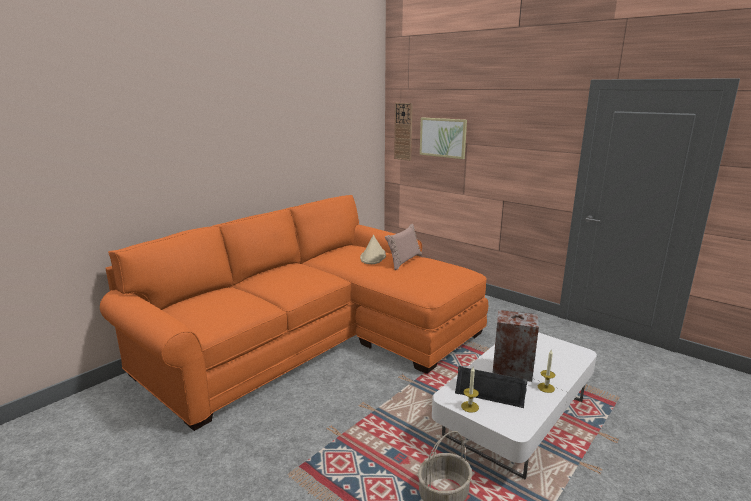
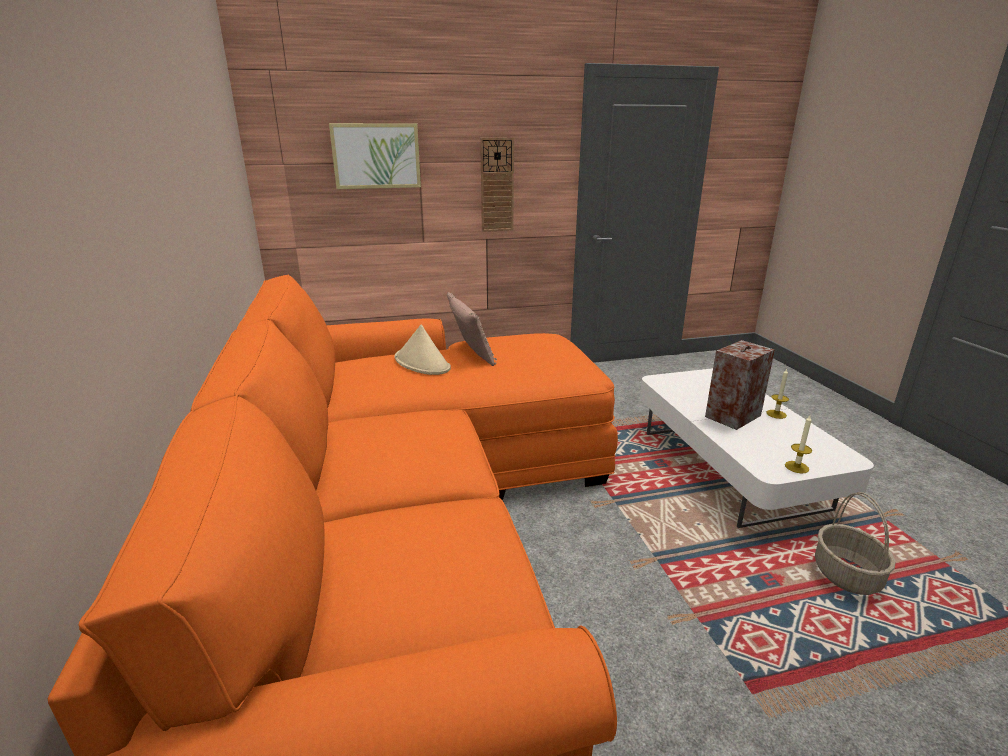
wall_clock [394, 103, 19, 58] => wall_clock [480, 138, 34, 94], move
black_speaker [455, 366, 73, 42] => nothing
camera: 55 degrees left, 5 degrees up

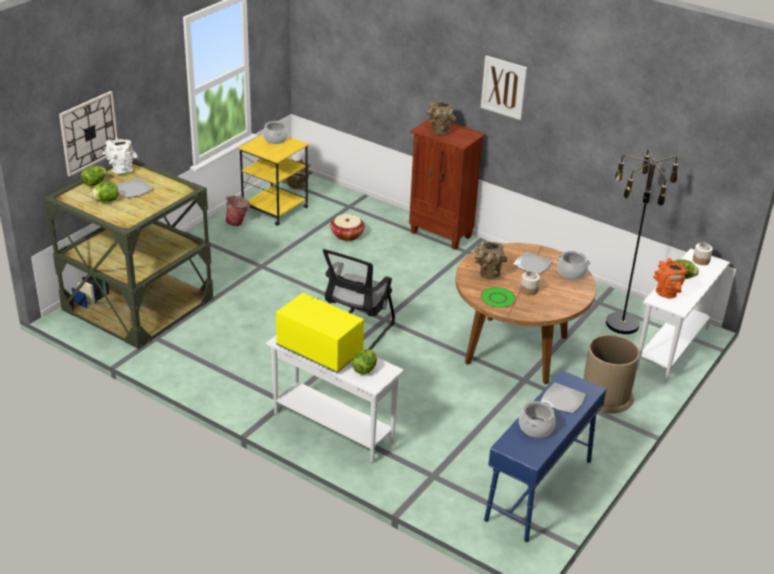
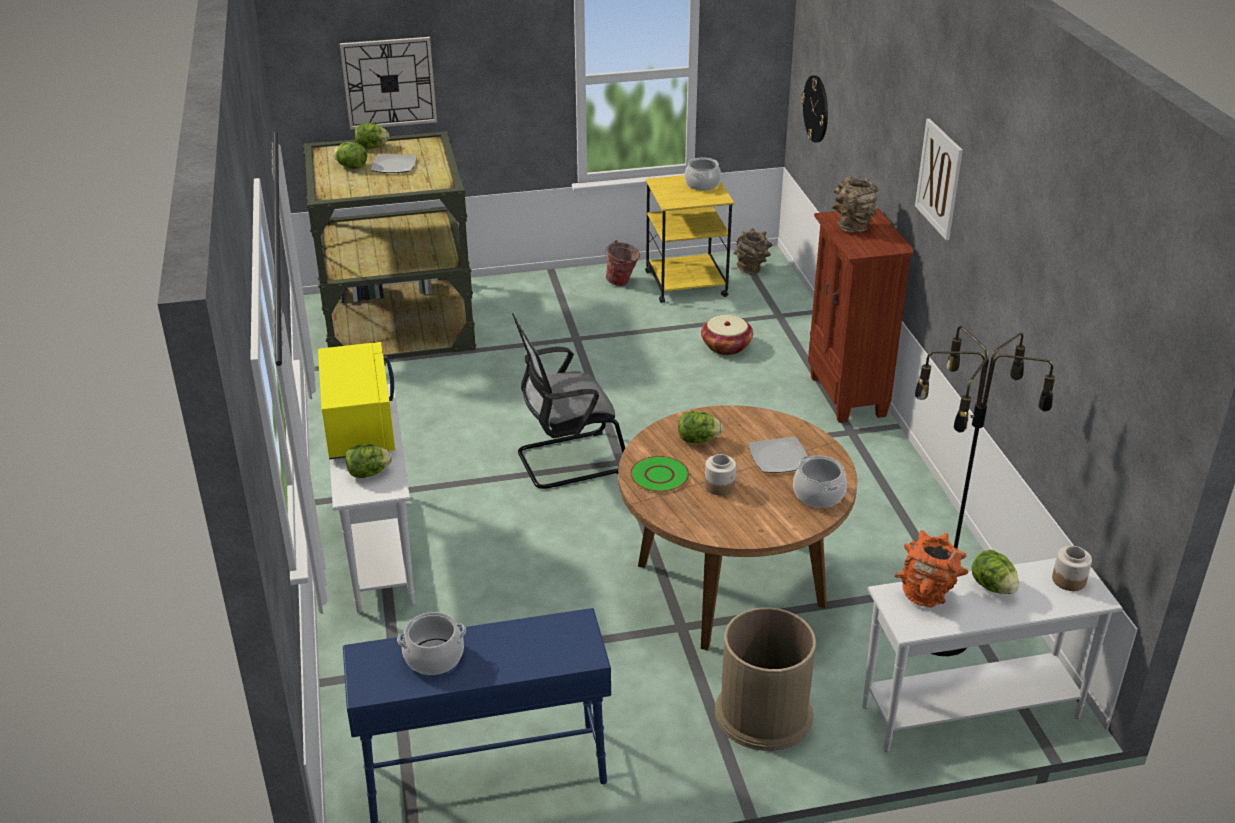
white_vase [103, 137, 35, 38] => nothing
brown_vase [474, 240, 33, 39] => lettuce [678, 411, 45, 32]
plate [541, 383, 45, 30] => nothing
nothing => wall_clock [801, 75, 27, 68]
camera: 45 degrees right, 0 degrees up

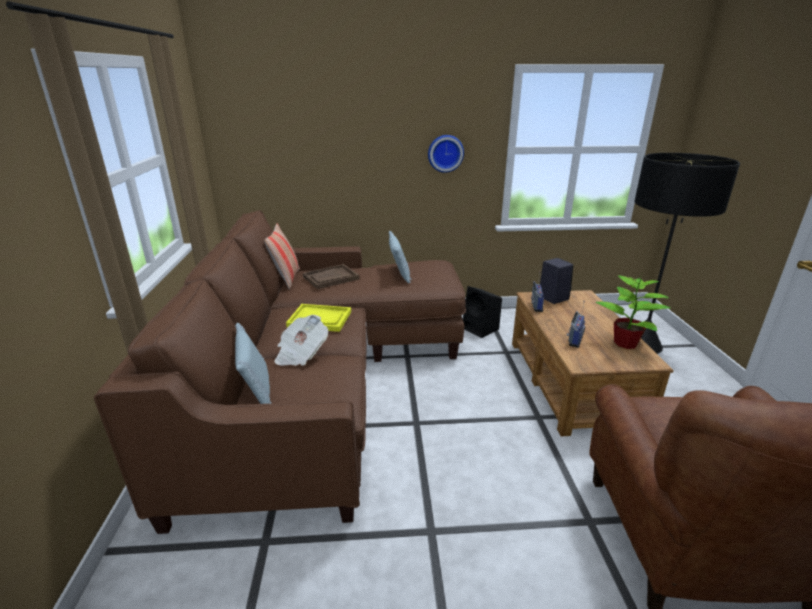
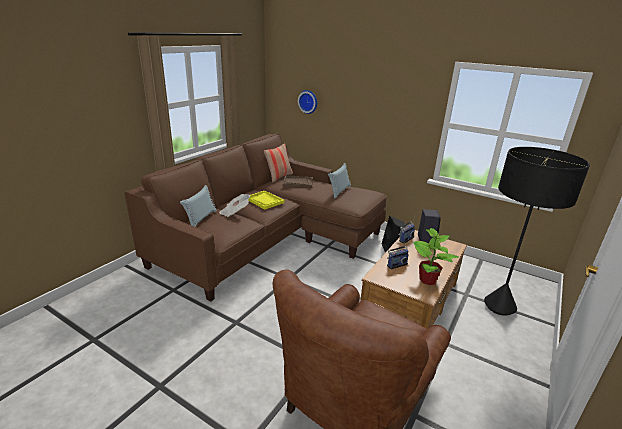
wall_clock [428, 135, 36, 38] => wall_clock [298, 90, 19, 24], move
camera: 35 degrees right, 0 degrees up

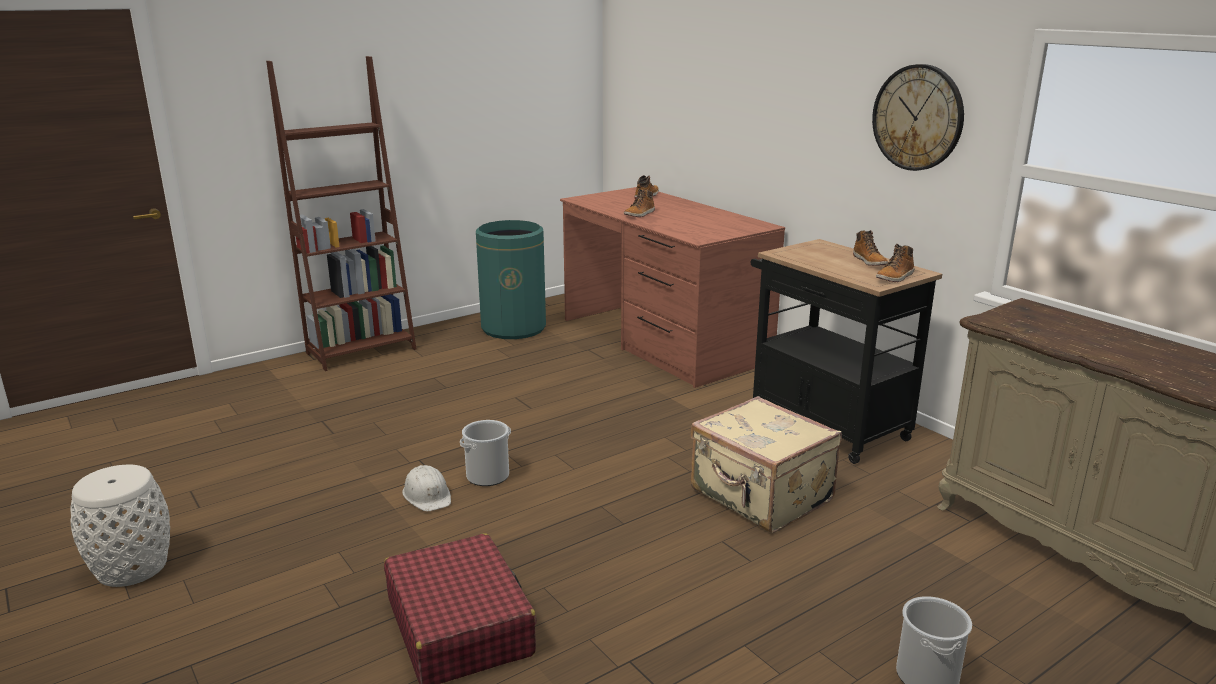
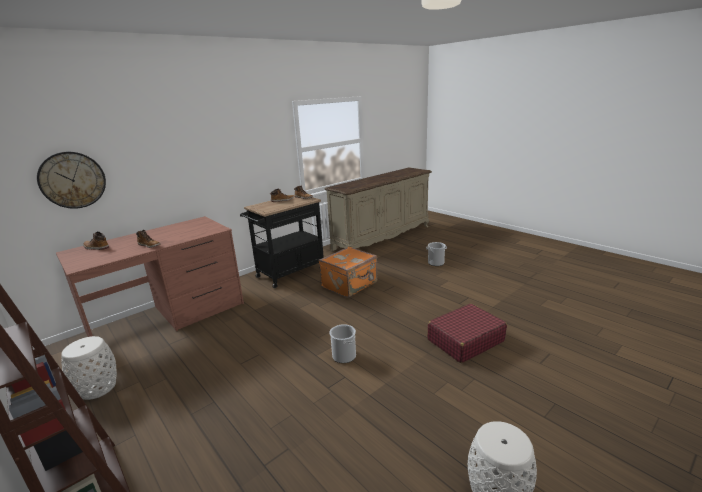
white_hard_hat [402, 465, 49, 46] => nothing
green_trash_can [476, 220, 70, 119] => white_stool [61, 336, 56, 64]
beige_suitcase [690, 396, 152, 137] => orange_suitcase [319, 246, 58, 52]
wall_clock [872, 64, 92, 107] => wall_clock [37, 152, 69, 57], move
camera: 95 degrees left, 0 degrees up

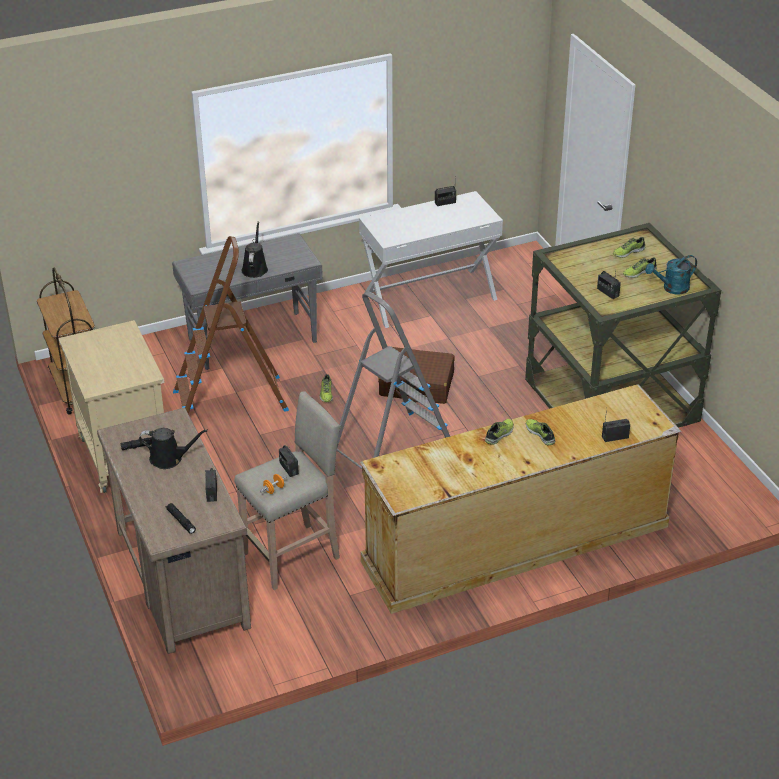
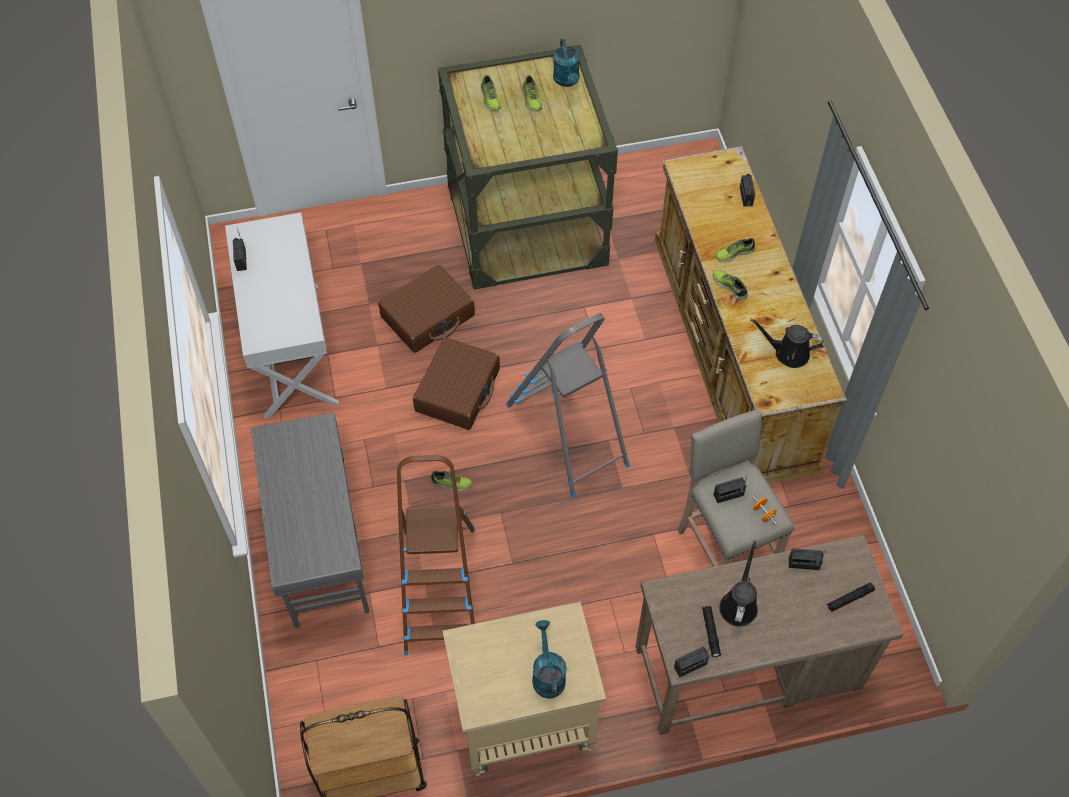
black_watering_can [242, 222, 26, 56] => black_watering_can [750, 318, 73, 50], move
radio [597, 271, 24, 28] => radio [674, 646, 36, 31], move
nothing => brown_suitcase [378, 264, 97, 89]
nothing => turquoise_watering_can [532, 620, 34, 79]
camera: 80 degrees left, 20 degrees up

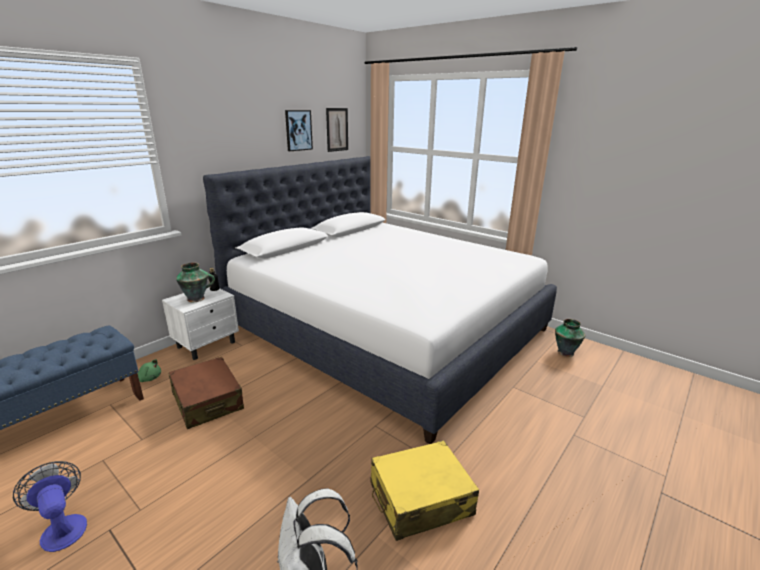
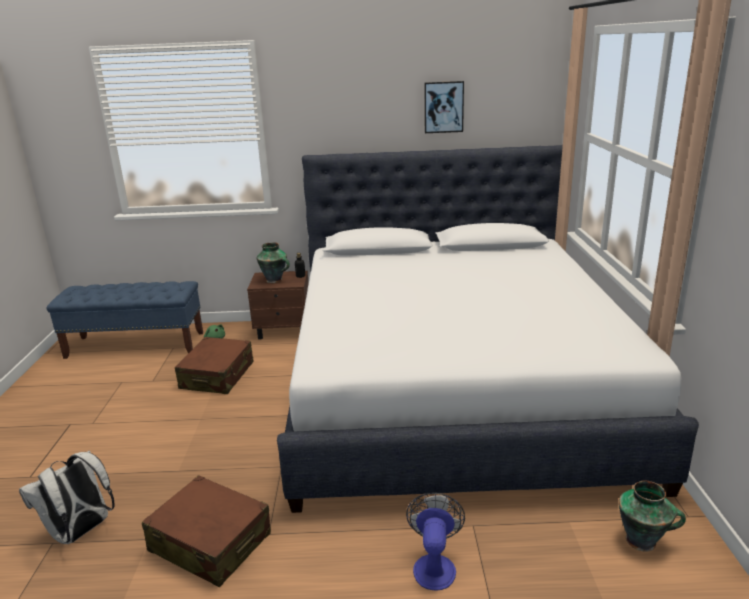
fan [13, 461, 74, 91] => fan [406, 493, 59, 98], move
white_nightstand [162, 287, 77, 73] => brown_nightstand [247, 271, 62, 69]
picture [326, 108, 22, 44] => nothing
yellow_suitcase [371, 440, 108, 101] => brown_suitcase [142, 475, 129, 112]
camera: 50 degrees right, 0 degrees up

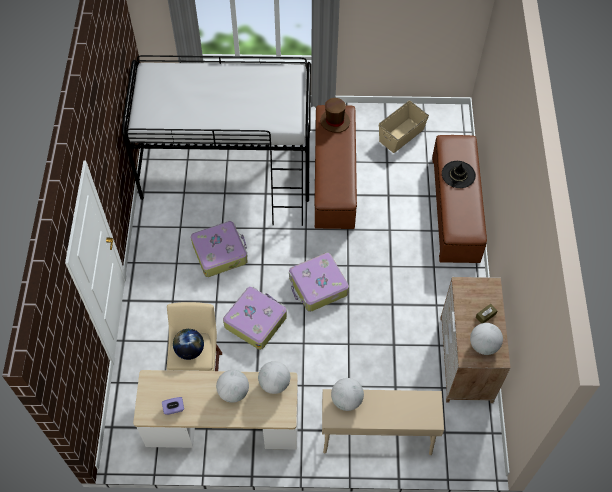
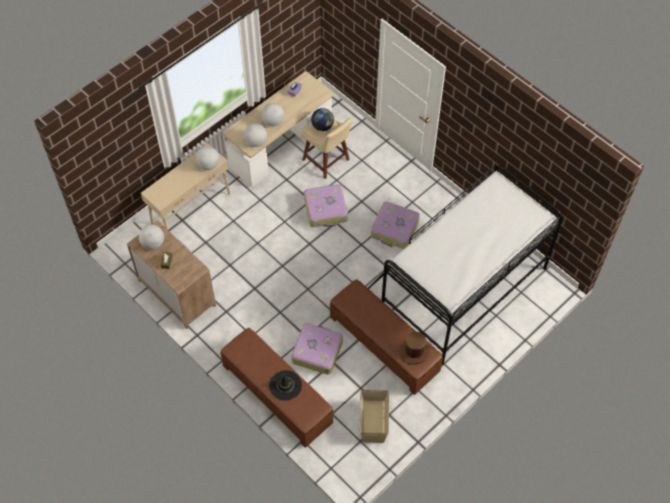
suitcase [289, 253, 60, 59] => suitcase [291, 323, 52, 52], move
camera: 135 degrees right, 0 degrees up

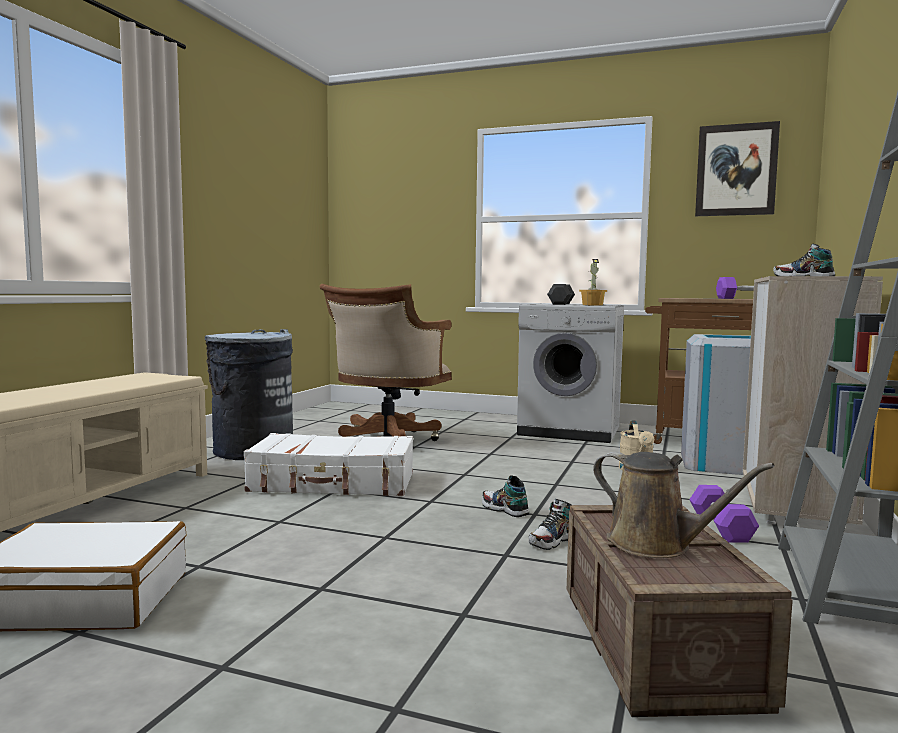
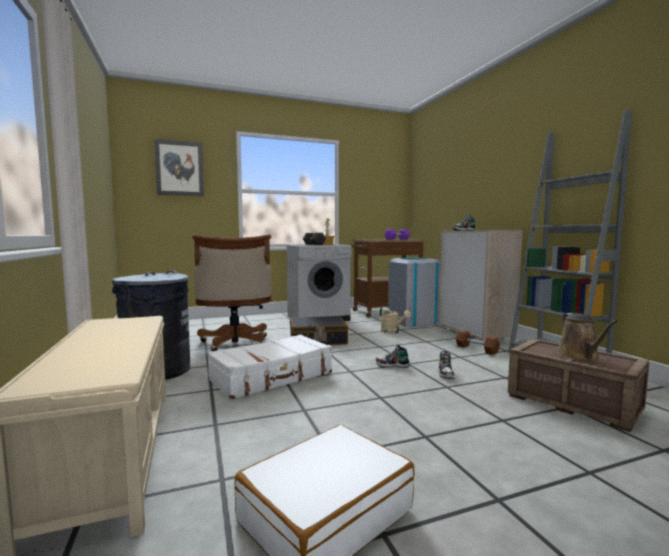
brown_watering_can [593, 452, 182, 106] => brown_watering_can [557, 313, 61, 48], 90 degrees clockwise
purple_dumbbell [689, 485, 70, 58] => brown_dumbbell [456, 330, 44, 25]
picture [695, 121, 85, 95] => picture [154, 139, 50, 58], move
nothing => black_suitcase [290, 316, 58, 29]
camera: 40 degrees left, 0 degrees up

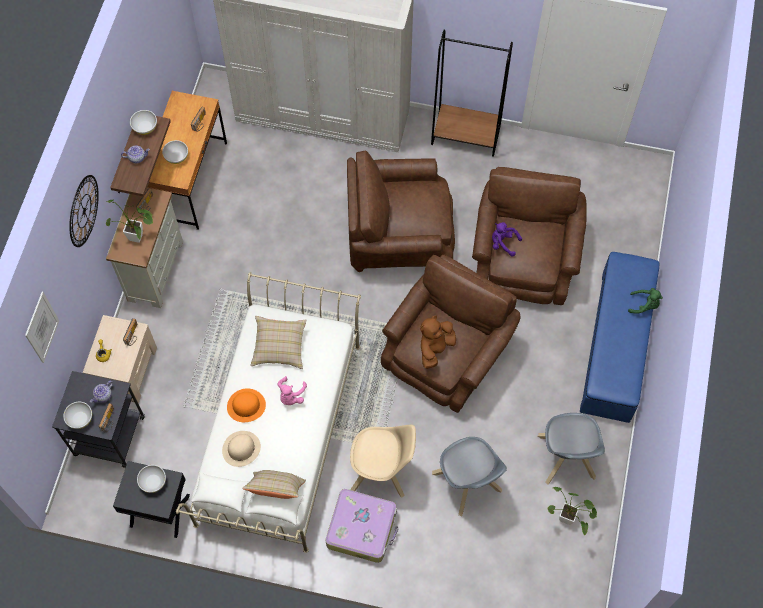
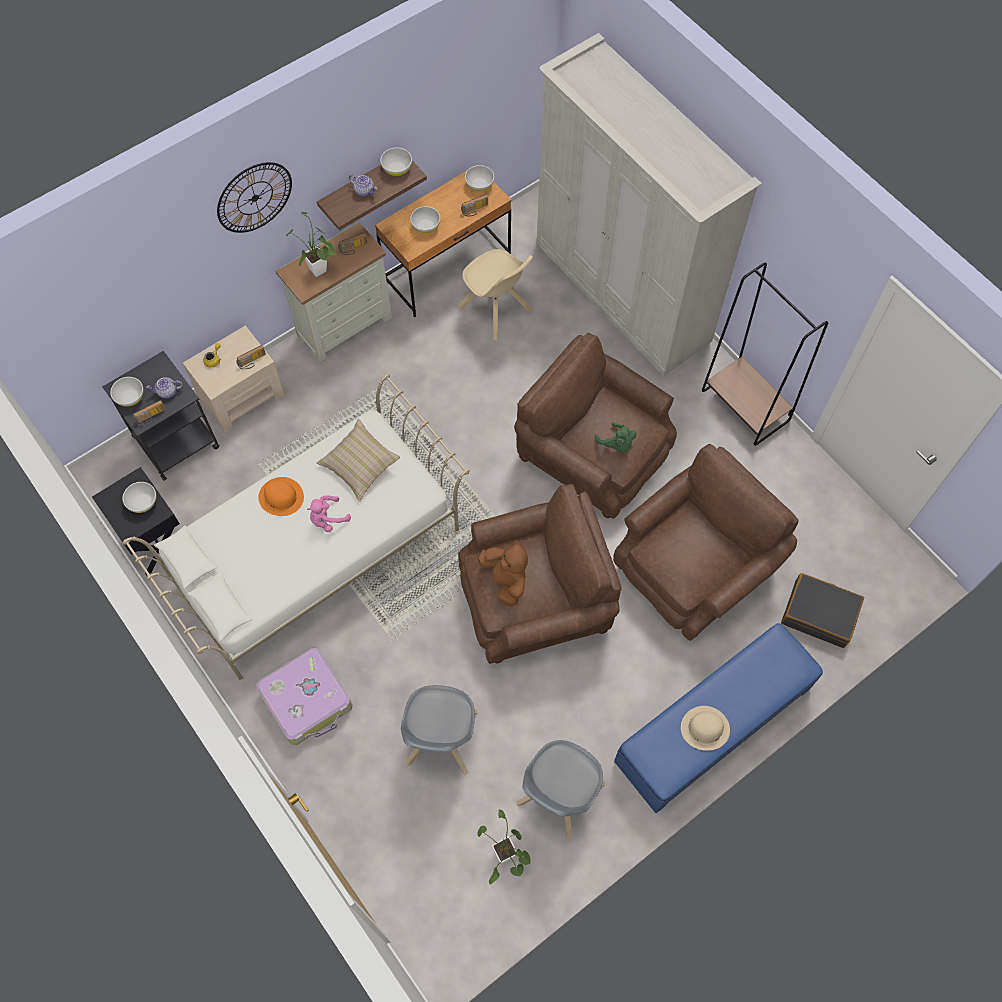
picture [25, 292, 34, 71] => nothing
beige_hat [222, 431, 39, 36] => beige_hat [681, 706, 49, 45], move
beige_pillow [242, 470, 64, 29] => nothing
beige_chair [350, 425, 66, 73] => beige_chair [458, 249, 75, 91], move
brown_plush_toy [420, 315, 36, 54] => brown_plush_toy [478, 540, 50, 66], 75 degrees clockwise
purple_plush_toy [492, 222, 30, 35] => nothing
green_plush_toy [628, 288, 35, 26] => green_plush_toy [595, 422, 41, 30], move
nothing => white_bowl [465, 165, 29, 27]
nothing => black_suitcase [781, 573, 83, 75]
camera: 40 degrees right, 0 degrees up

